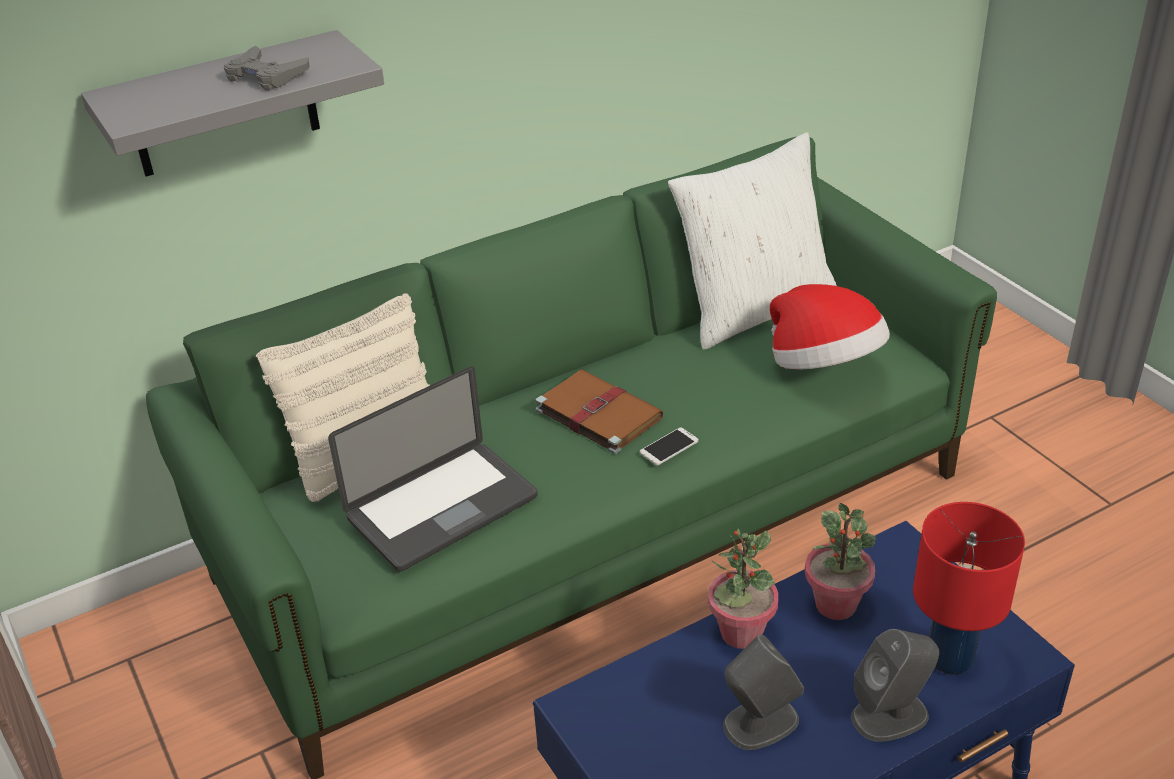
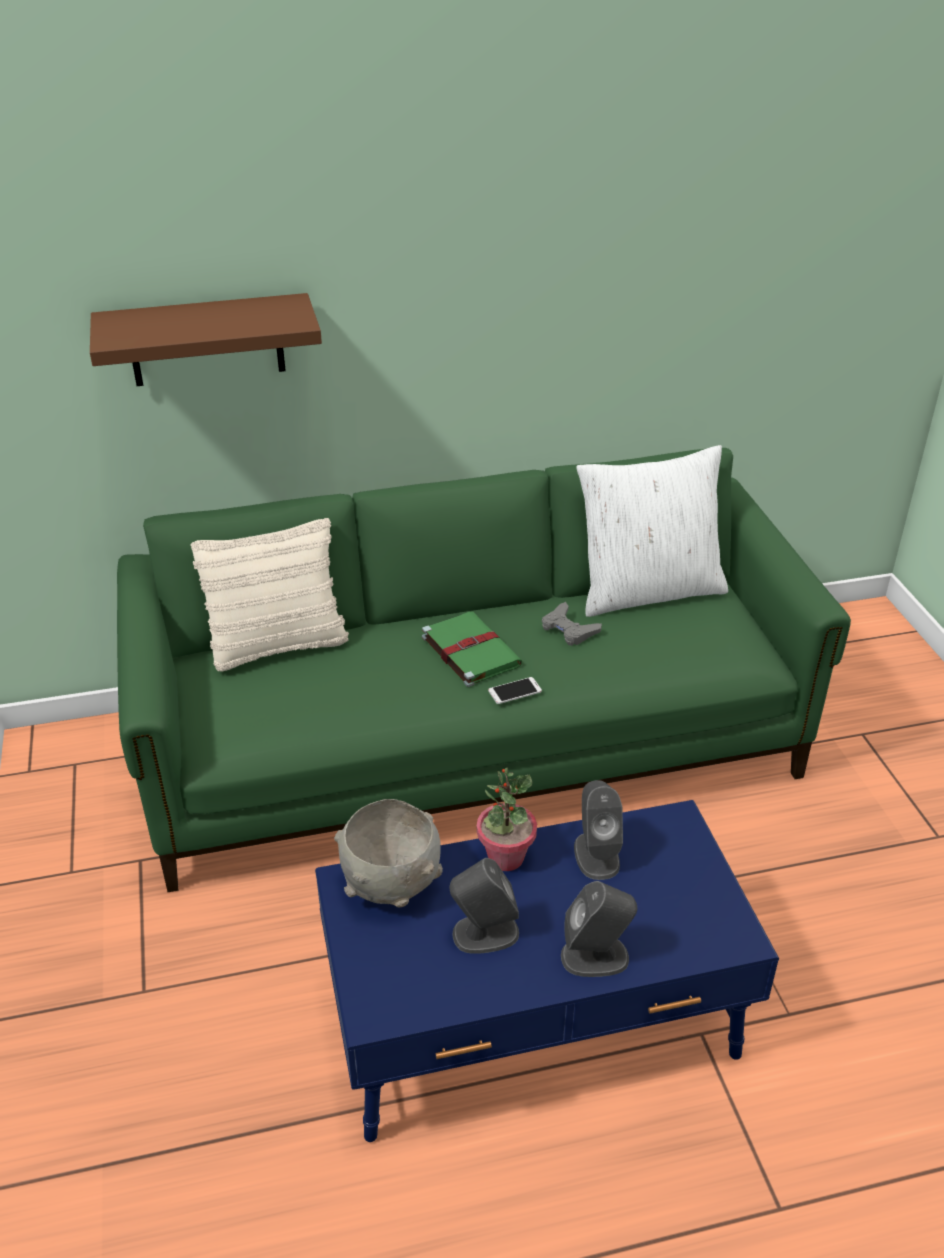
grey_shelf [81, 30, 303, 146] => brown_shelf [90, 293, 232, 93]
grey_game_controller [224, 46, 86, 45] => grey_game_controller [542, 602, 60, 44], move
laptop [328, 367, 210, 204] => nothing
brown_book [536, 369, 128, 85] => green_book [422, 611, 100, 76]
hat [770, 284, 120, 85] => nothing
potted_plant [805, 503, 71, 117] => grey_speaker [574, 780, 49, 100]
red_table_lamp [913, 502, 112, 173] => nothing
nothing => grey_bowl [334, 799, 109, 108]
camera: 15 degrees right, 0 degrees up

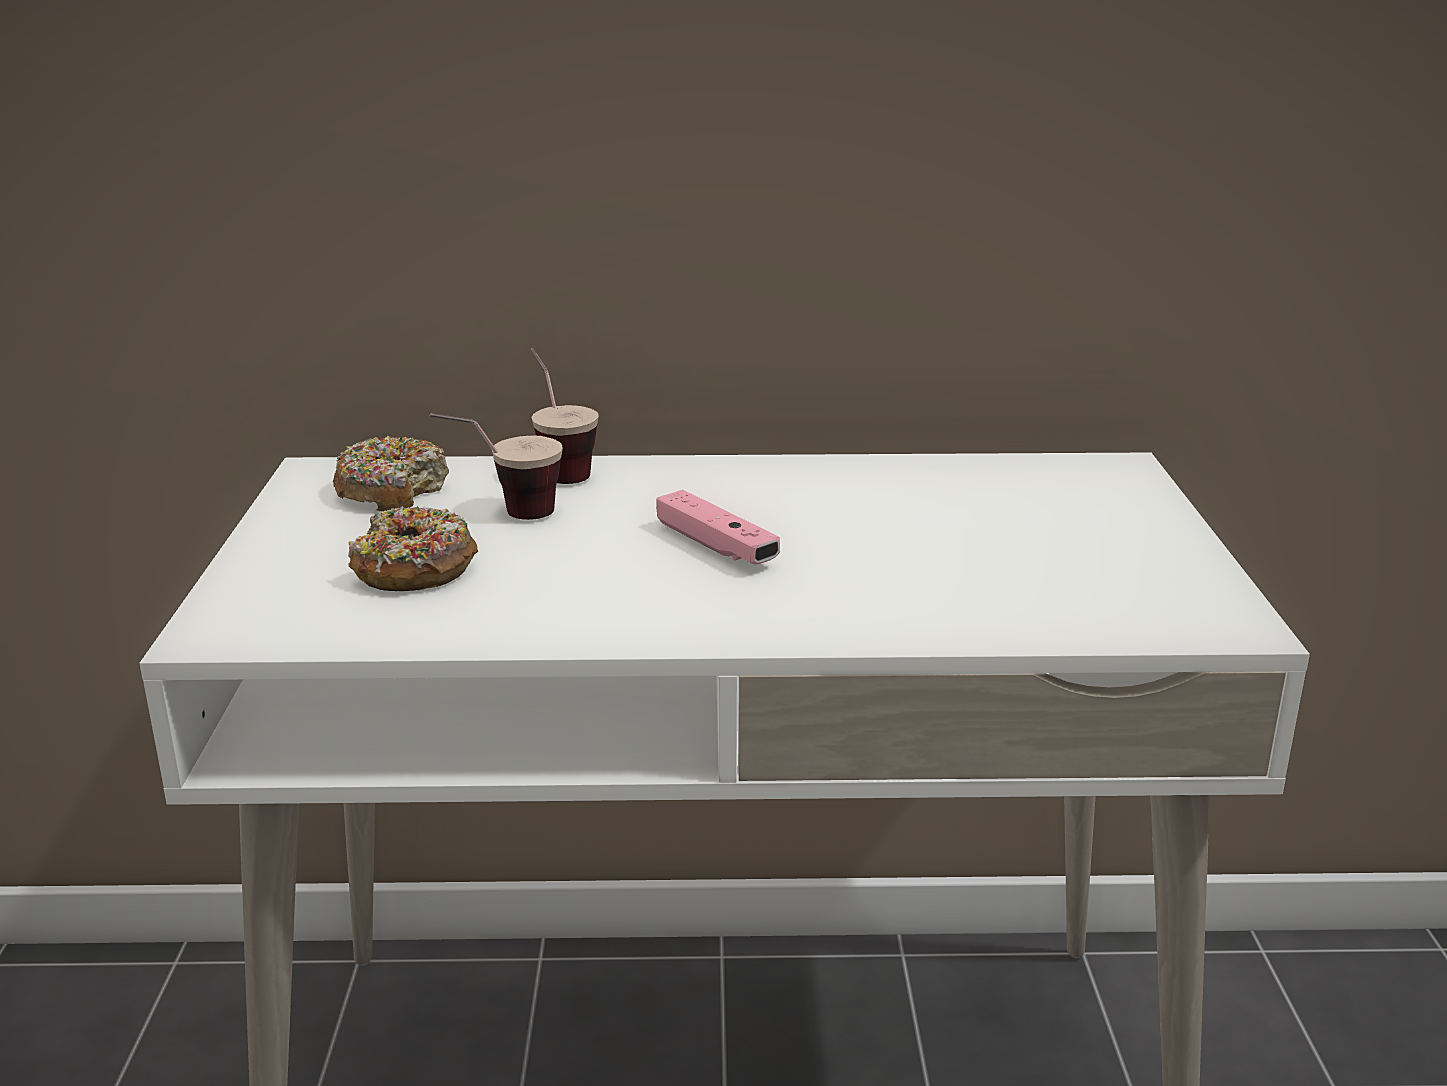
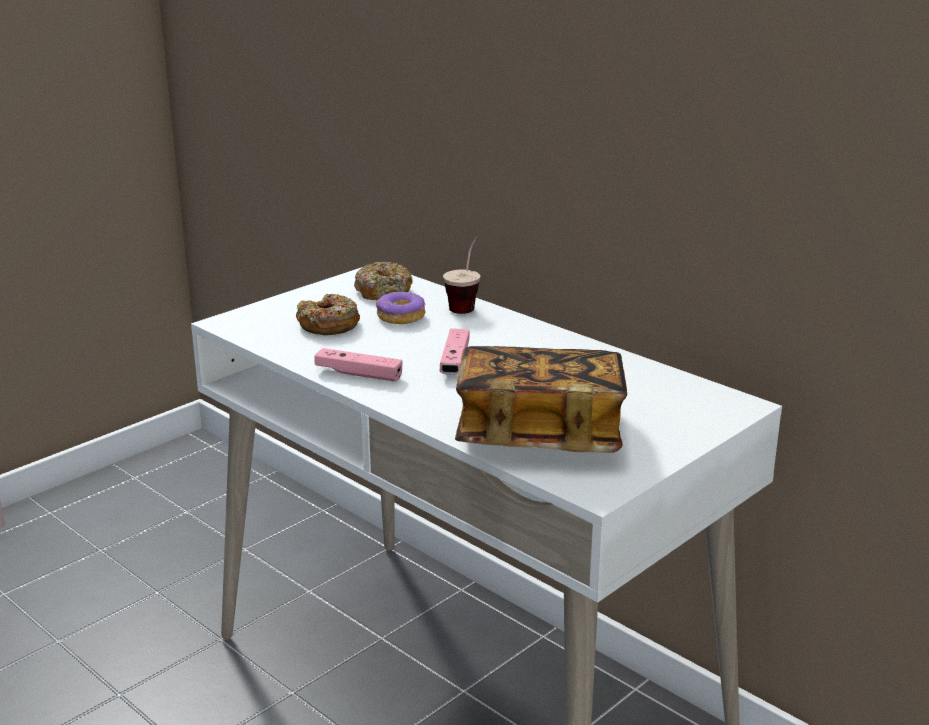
cup [429, 413, 134, 107] => donut [376, 292, 50, 32]
nothing => pink_game_controller [315, 348, 88, 34]
nothing => book [455, 346, 172, 107]
camera: 45 degrees right, 0 degrees up

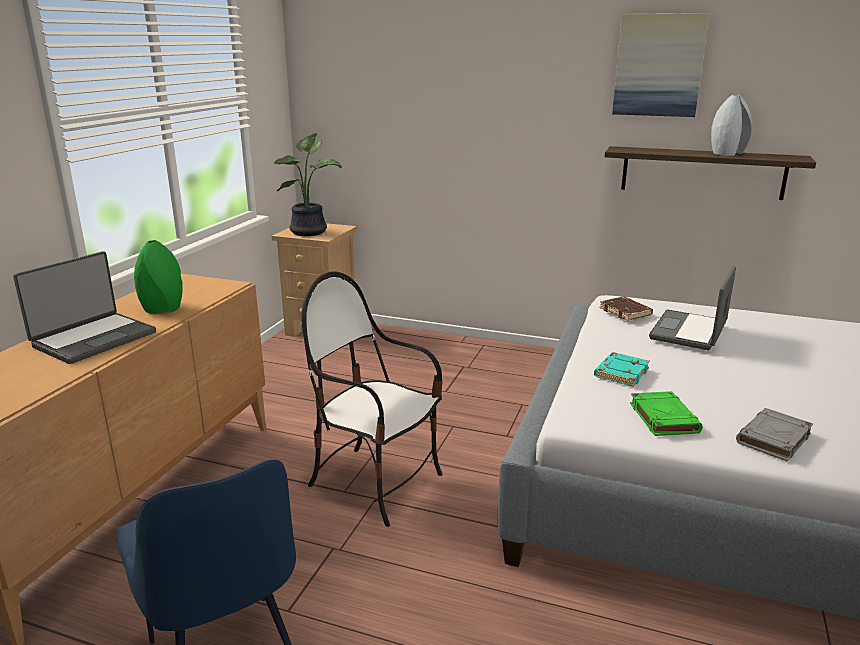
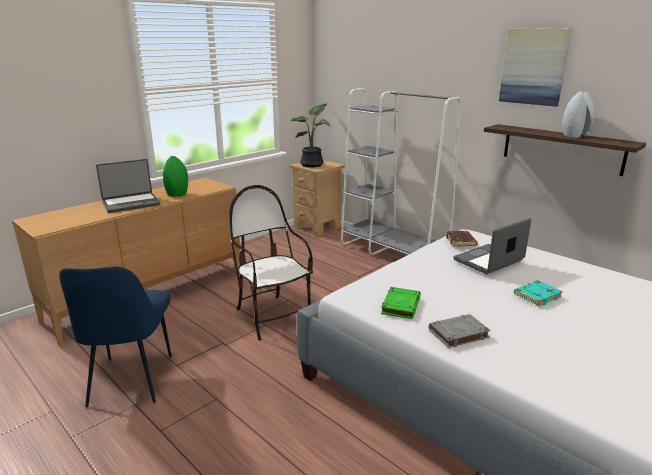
turquoise_book [594, 353, 56, 34] => turquoise_book [514, 280, 49, 26], move
nothing => grey_clothes_rack [341, 88, 120, 167]
camera: 25 degrees right, 0 degrees up

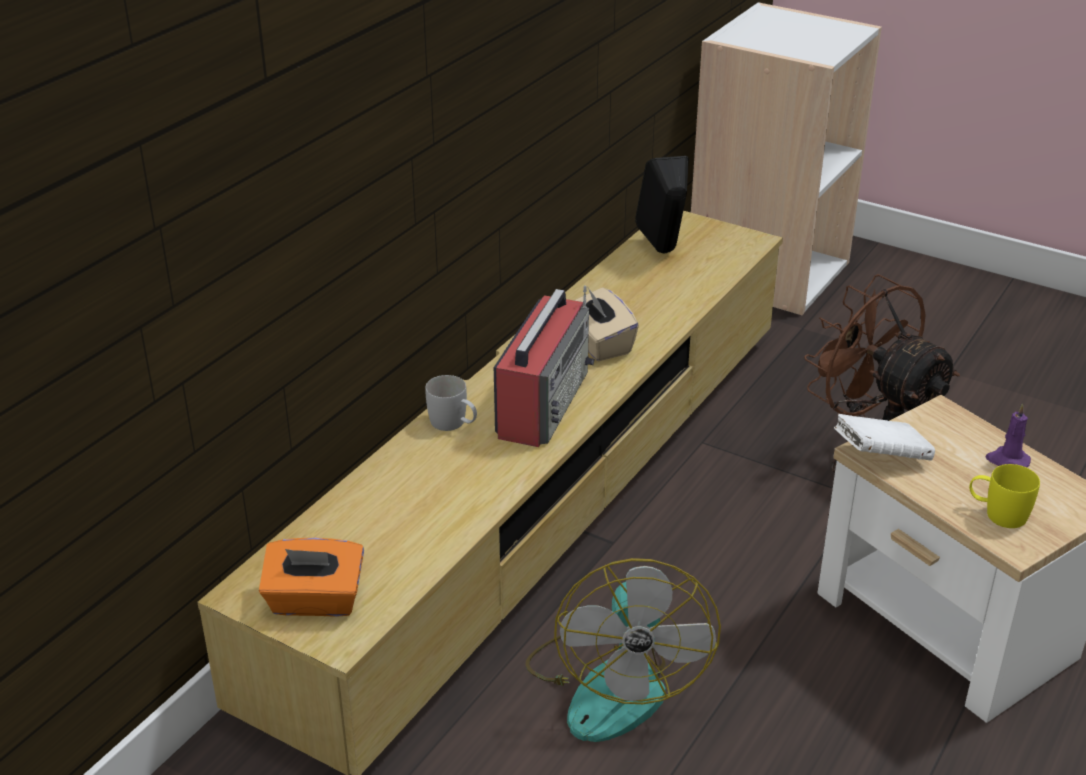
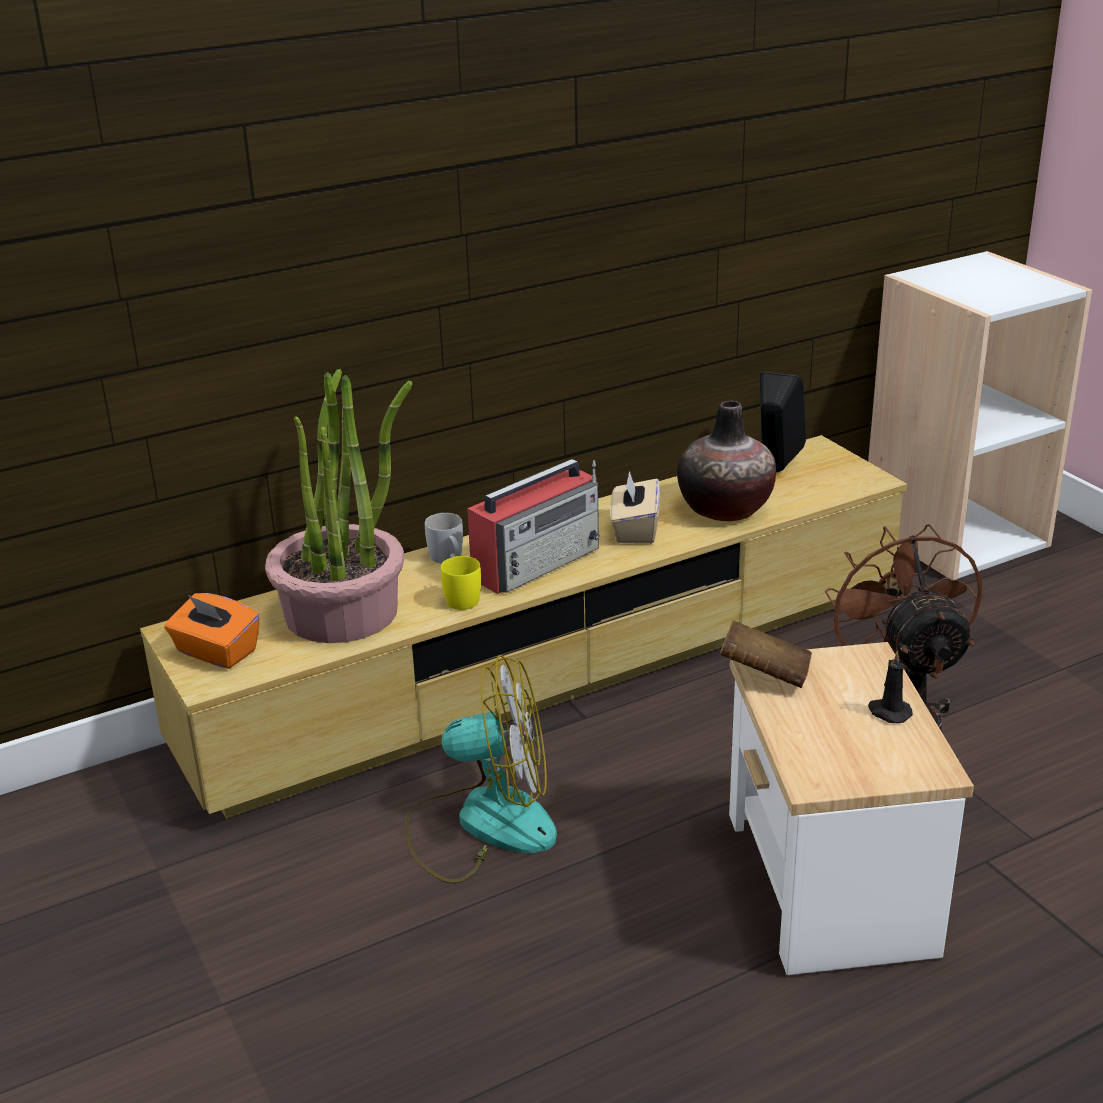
fan [526, 558, 195, 184] => fan [405, 655, 152, 228], 120 degrees counterclockwise
white_book [834, 414, 101, 47] => brown_book [720, 621, 92, 67]
yellow_mug [969, 464, 71, 64] => yellow_mug [441, 556, 40, 54], move
purple_candle [986, 403, 45, 65] => black_candle [868, 650, 45, 73]
nothing => potted_plant [265, 369, 147, 274]
nothing => vase [677, 401, 99, 120]
camera: 30 degrees right, 5 degrees down

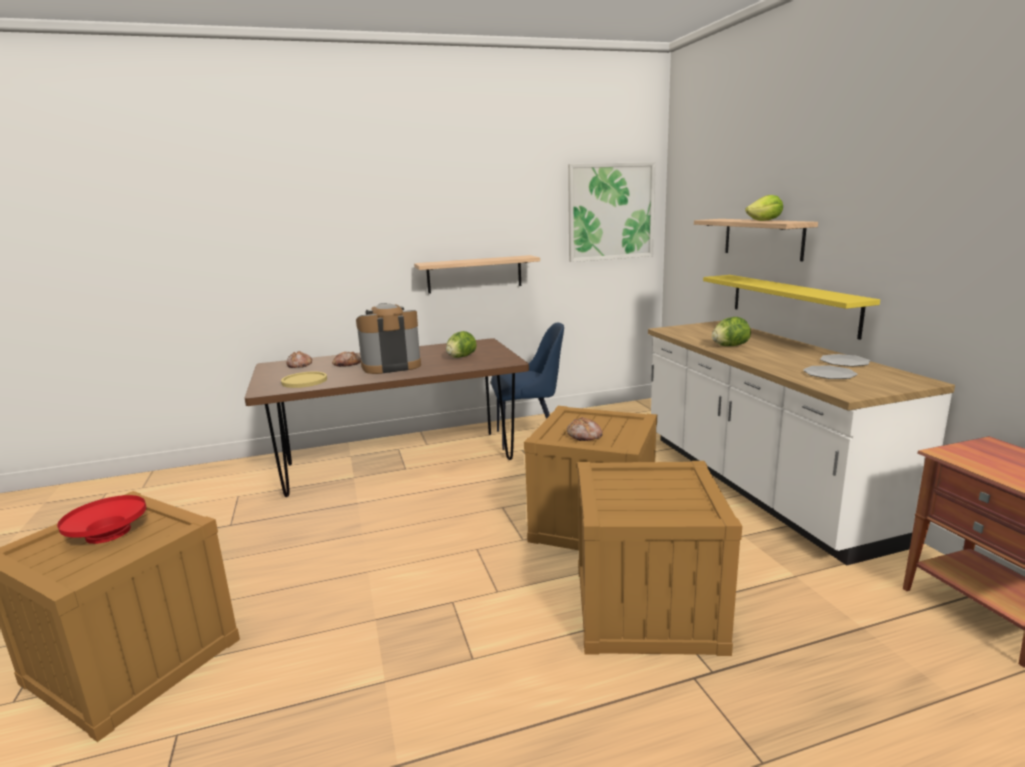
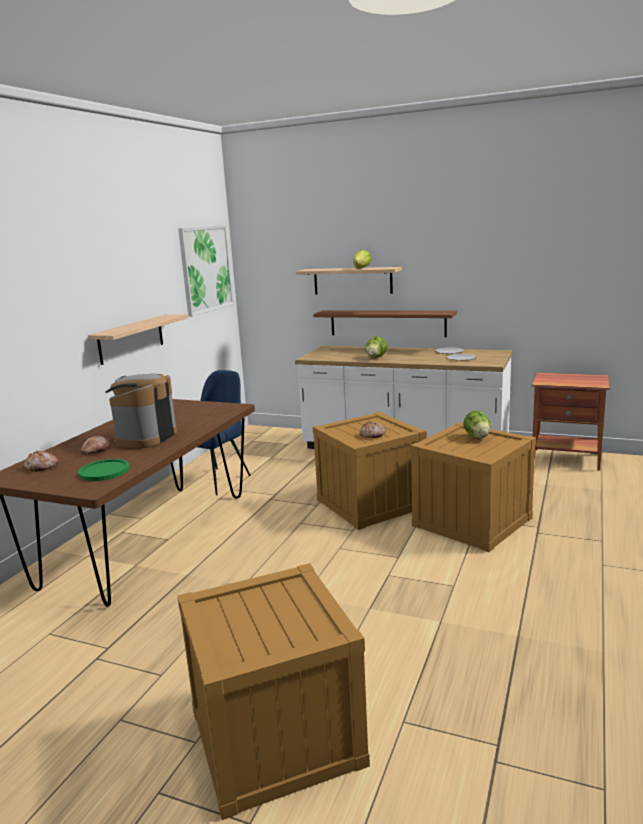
red_bowl [57, 495, 89, 49] => nothing
yellow_plate [281, 372, 46, 16] => green_plate [78, 459, 51, 22]
lettuce [446, 331, 31, 27] => lettuce [463, 410, 27, 29], move
yellow_shelf [703, 275, 177, 65] => brown_shelf [313, 310, 144, 27]
camera: 50 degrees left, 0 degrees up

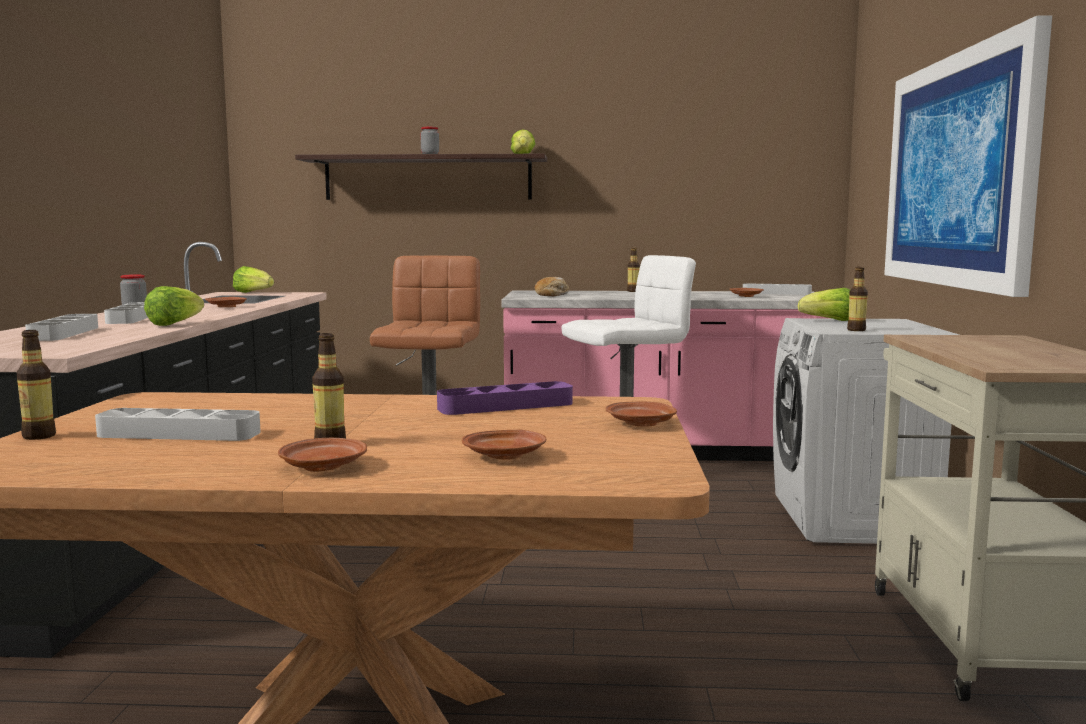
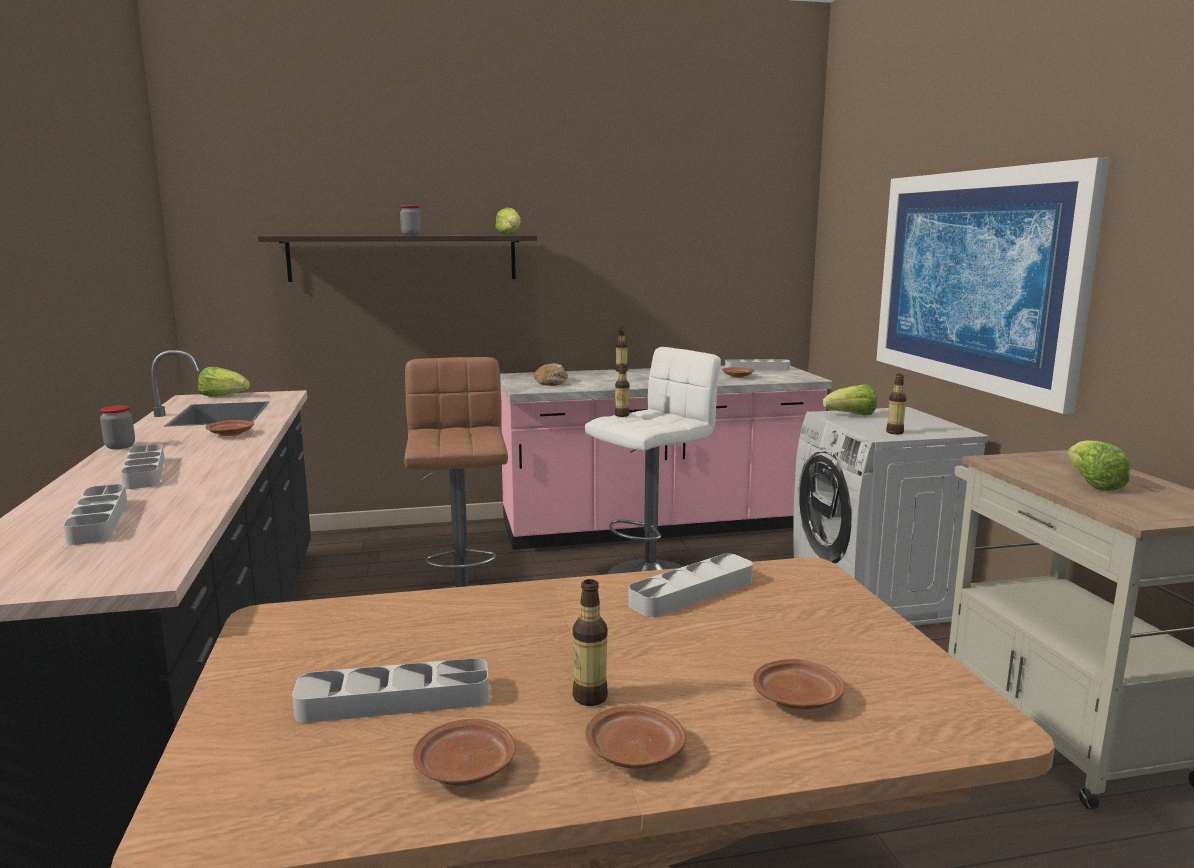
bottle [17, 330, 39, 110] => bottle [615, 364, 14, 53], move
lettuce [144, 286, 60, 40] => lettuce [1068, 440, 63, 51], move
purple_tray [437, 381, 136, 34] => grey_tray [628, 554, 125, 63]
brown_plate [605, 401, 72, 26] => brown_plate [412, 719, 104, 66], move
camera: 15 degrees left, 5 degrees up

